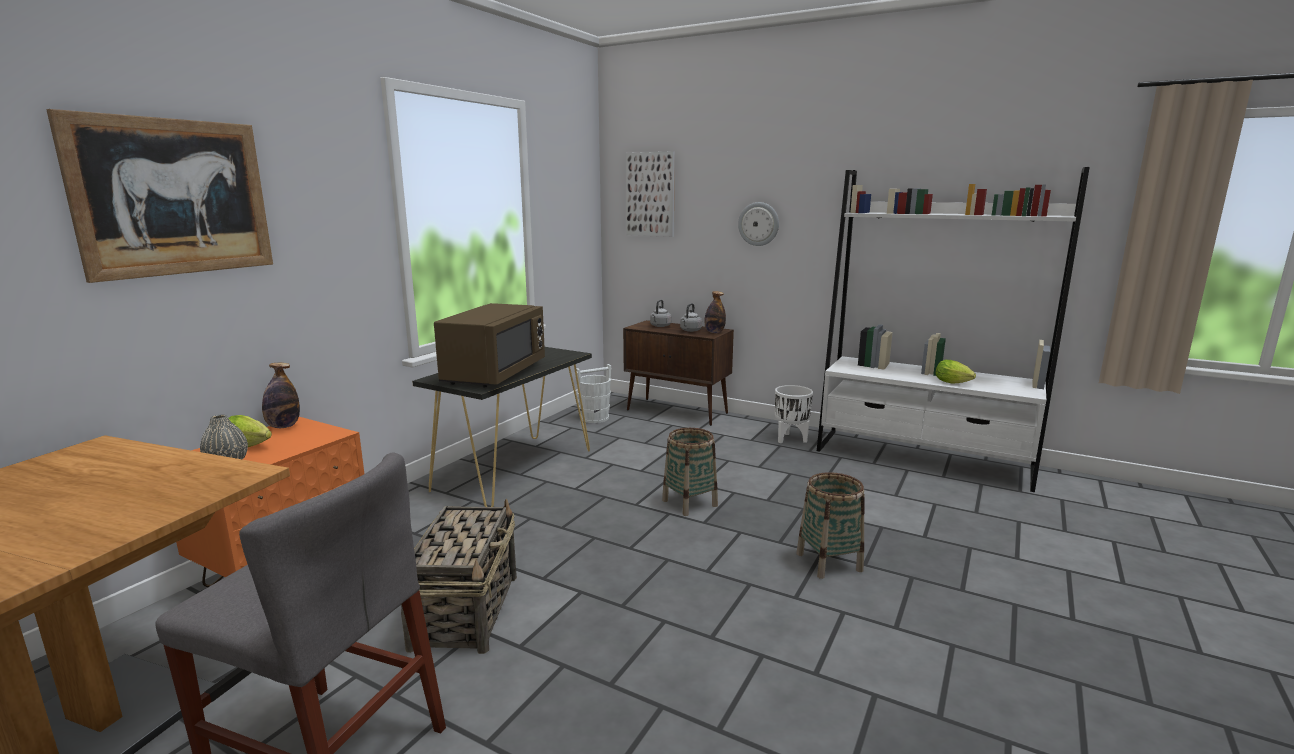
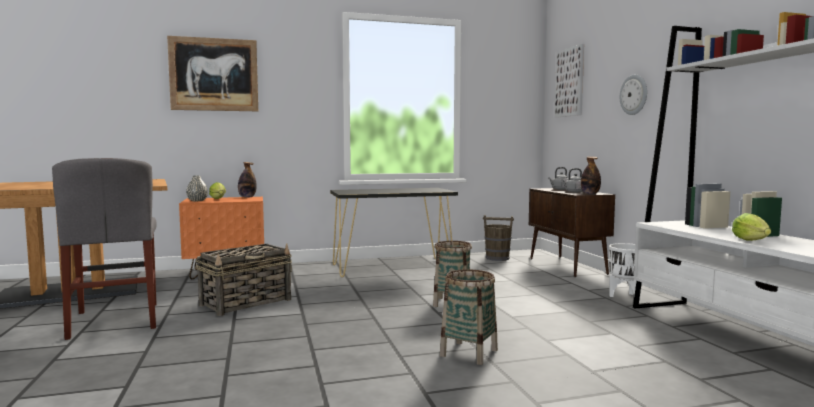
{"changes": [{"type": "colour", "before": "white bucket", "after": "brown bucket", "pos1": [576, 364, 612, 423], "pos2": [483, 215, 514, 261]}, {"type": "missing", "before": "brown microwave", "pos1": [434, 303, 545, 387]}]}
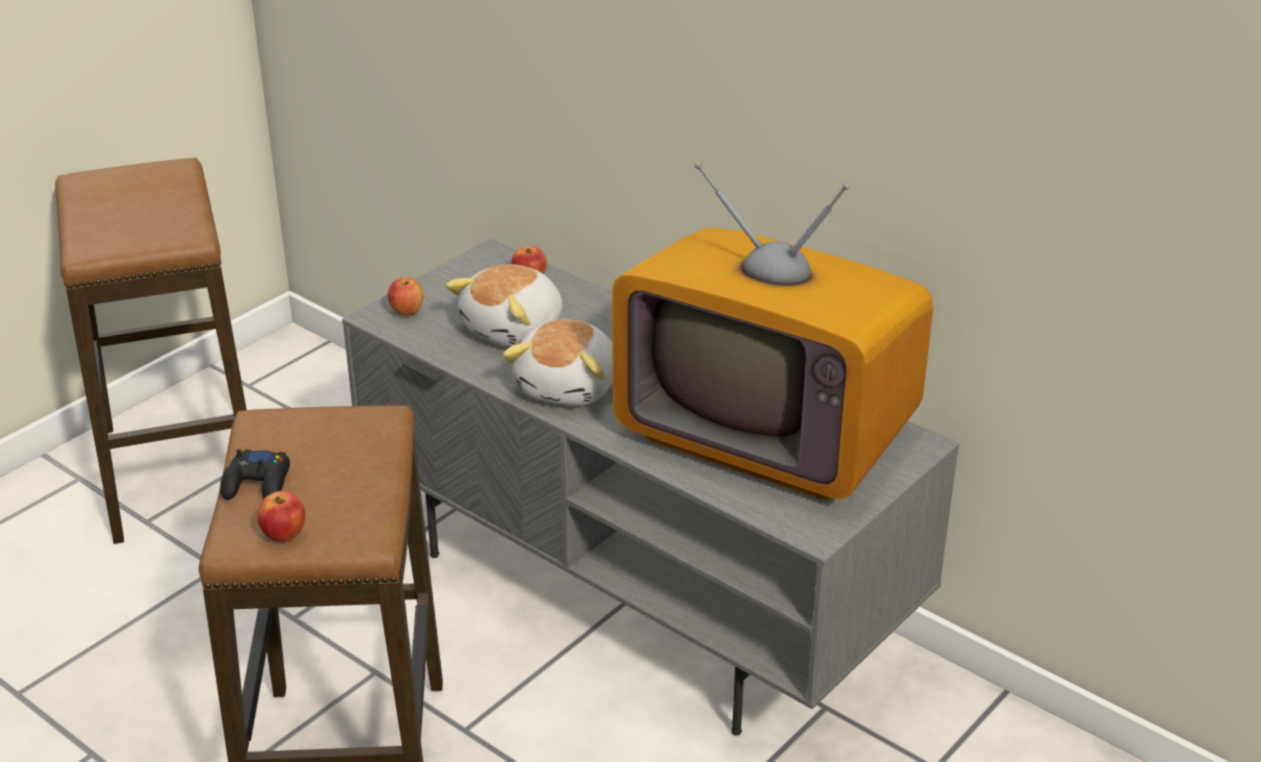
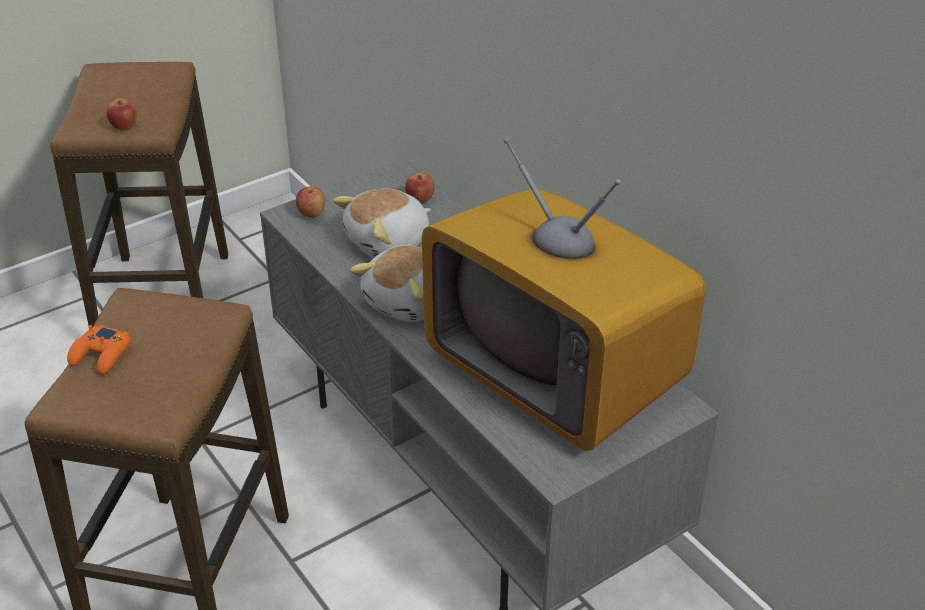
{"changes": [{"type": "colour", "before": "black game controller", "after": "orange game controller", "pos1": [220, 449, 290, 500], "pos2": [67, 325, 131, 375]}, {"type": "relocated", "before": "apple", "pos1": [257, 491, 306, 542], "pos2": [107, 98, 137, 130]}]}
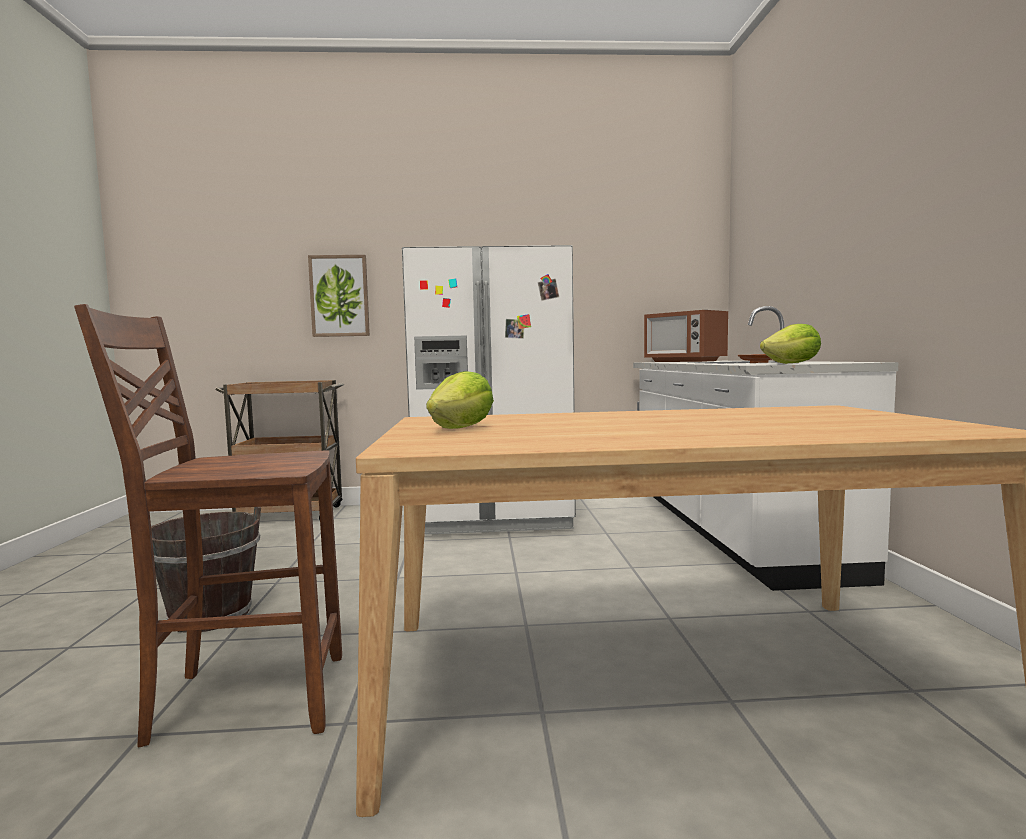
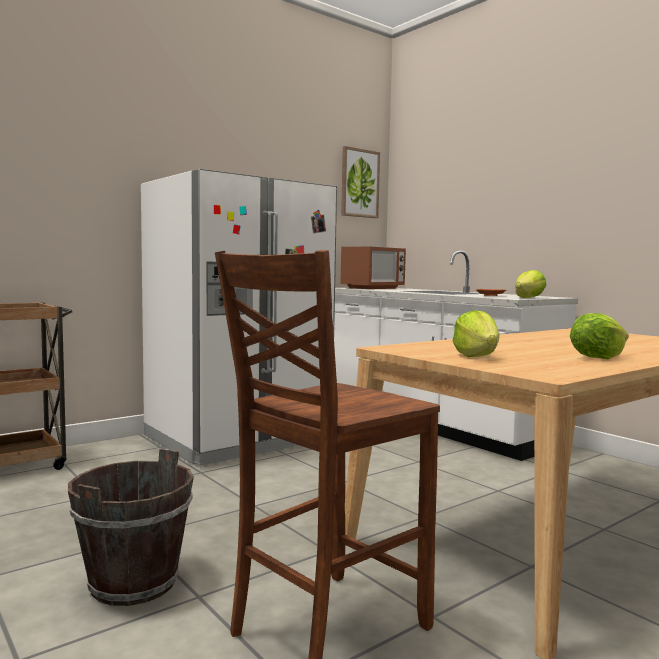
{"changes": [{"type": "spun", "before": "microwave", "pos1": [644, 310, 728, 362], "pos2": [340, 247, 406, 289], "turn": -60}, {"type": "relocated", "before": "picture", "pos1": [308, 255, 370, 337], "pos2": [341, 146, 380, 218]}, {"type": "appeared", "after": "lettuce", "pos2": [570, 313, 629, 359]}]}
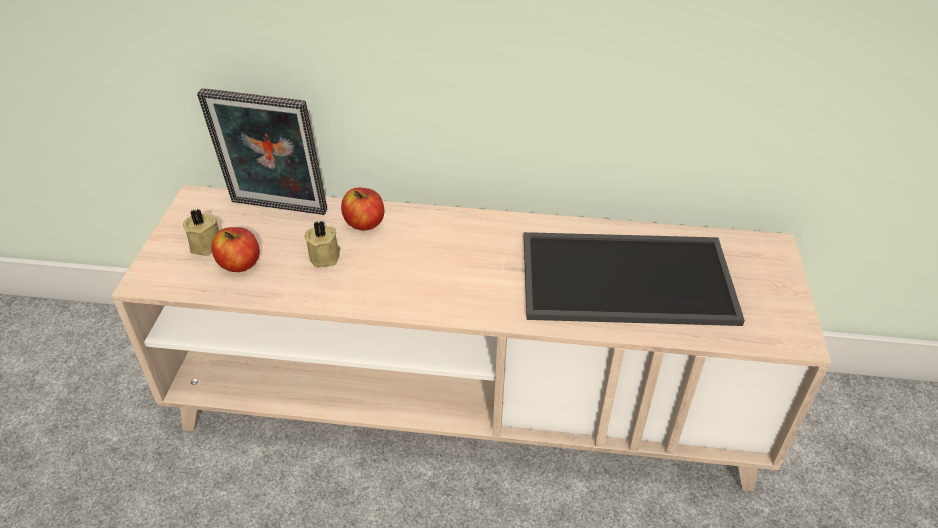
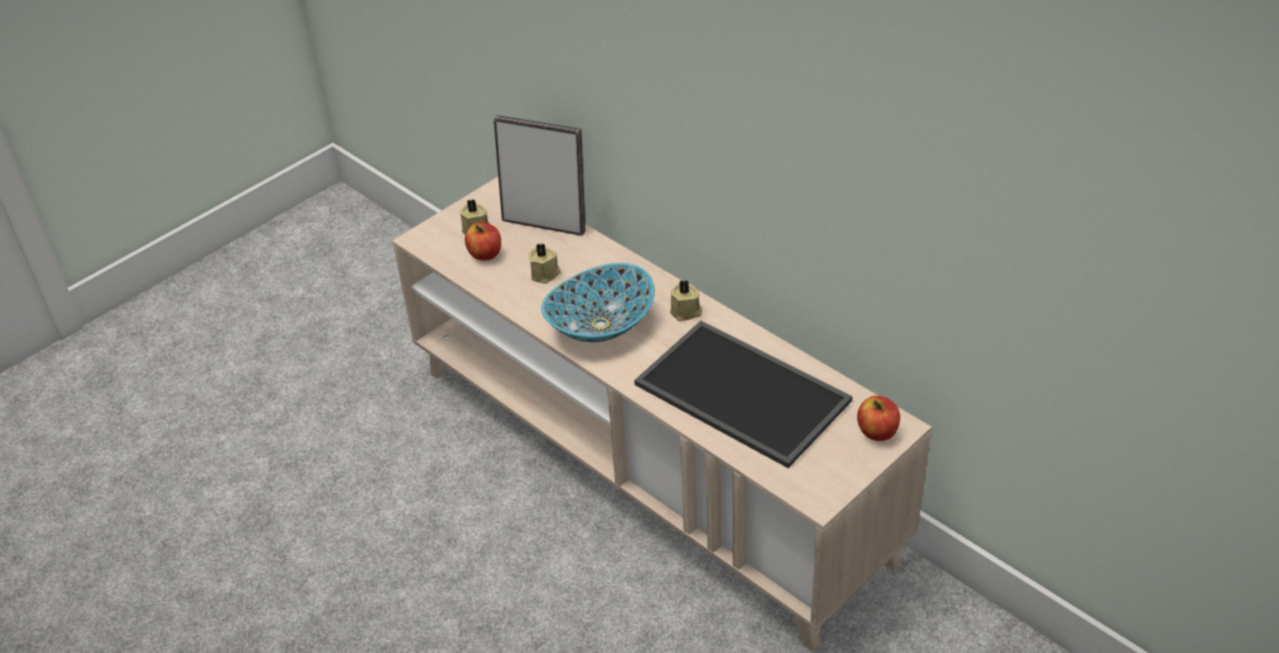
{"changes": [{"type": "spun", "before": "picture frame", "pos1": [197, 88, 327, 215], "pos2": [494, 115, 586, 236], "turn": 150}, {"type": "appeared", "after": "bowl", "pos2": [541, 263, 655, 342]}, {"type": "appeared", "after": "beige candle", "pos2": [670, 280, 702, 321]}, {"type": "relocated", "before": "apple", "pos1": [341, 188, 384, 231], "pos2": [857, 396, 900, 441]}]}
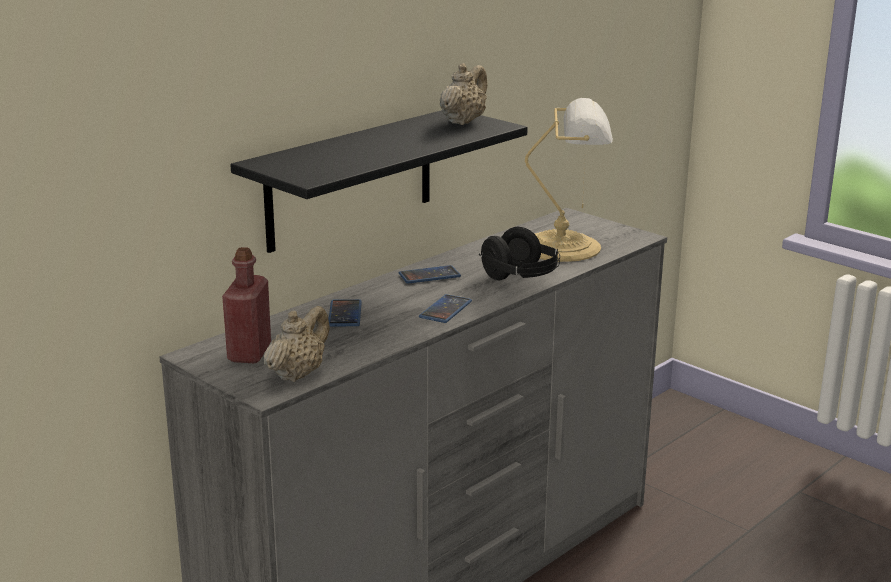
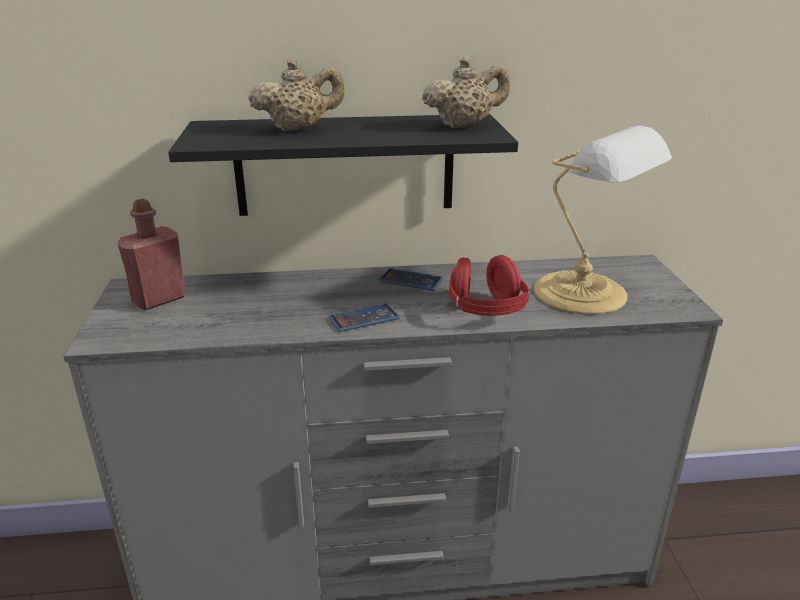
{"changes": [{"type": "relocated", "before": "beige teapot", "pos1": [264, 306, 330, 382], "pos2": [248, 59, 344, 131]}, {"type": "colour", "before": "black headphones", "after": "red headphones", "pos1": [479, 227, 560, 281], "pos2": [449, 255, 530, 316]}, {"type": "missing", "before": "phone", "pos1": [328, 299, 362, 327]}]}
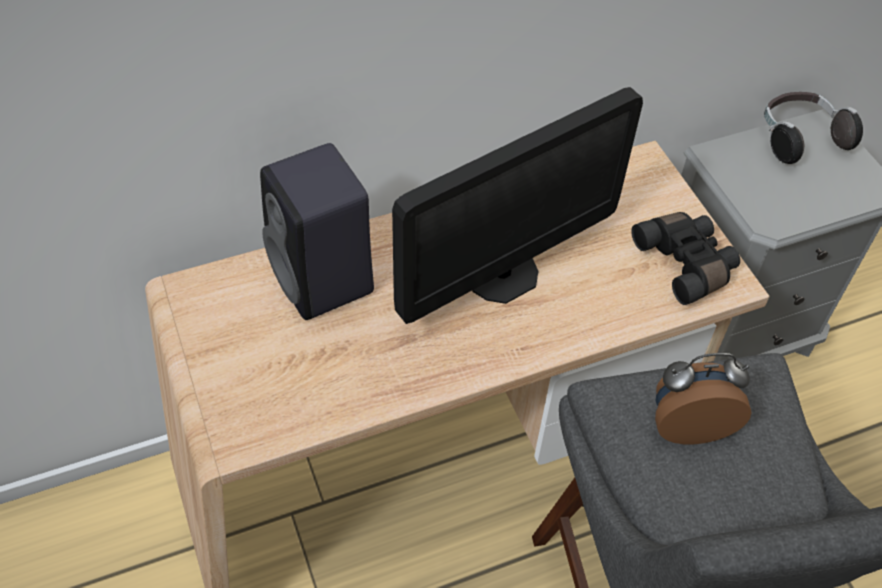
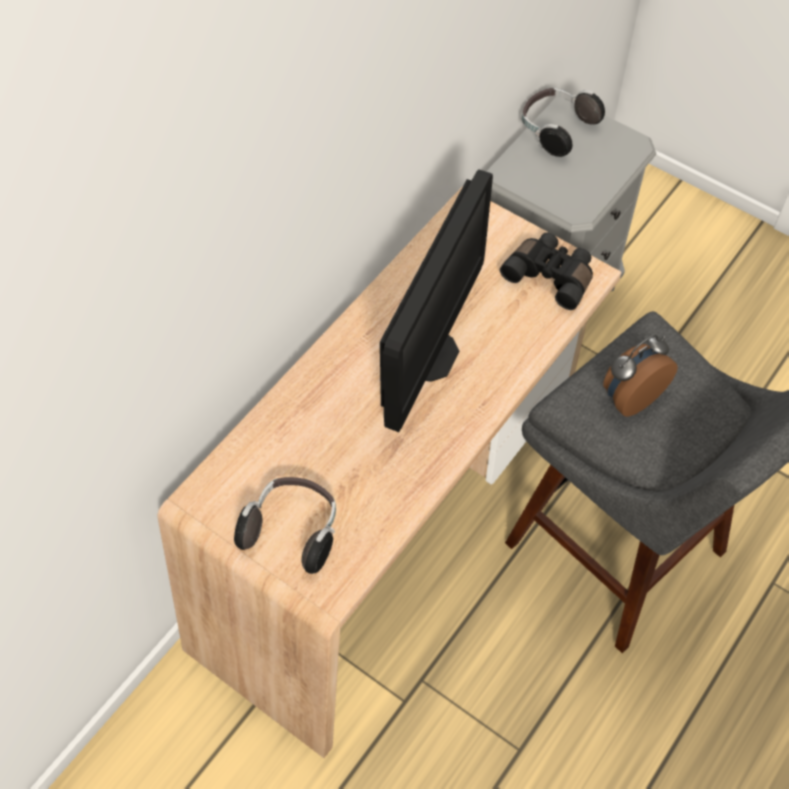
{"changes": [{"type": "appeared", "after": "headphones", "pos2": [234, 477, 336, 574]}, {"type": "missing", "before": "black speaker", "pos1": [260, 143, 374, 320]}]}
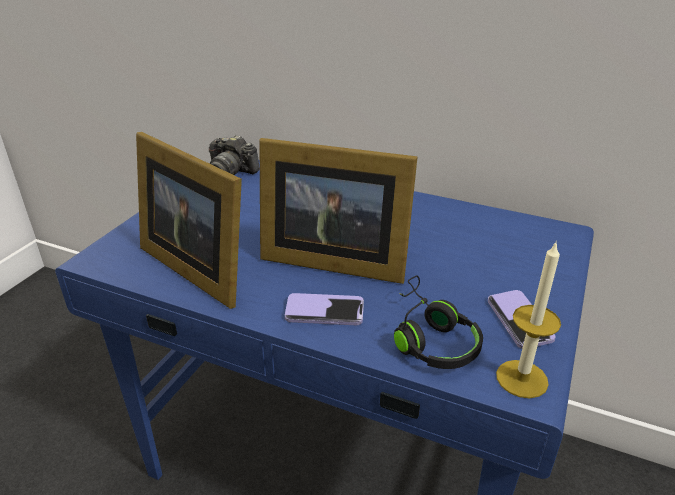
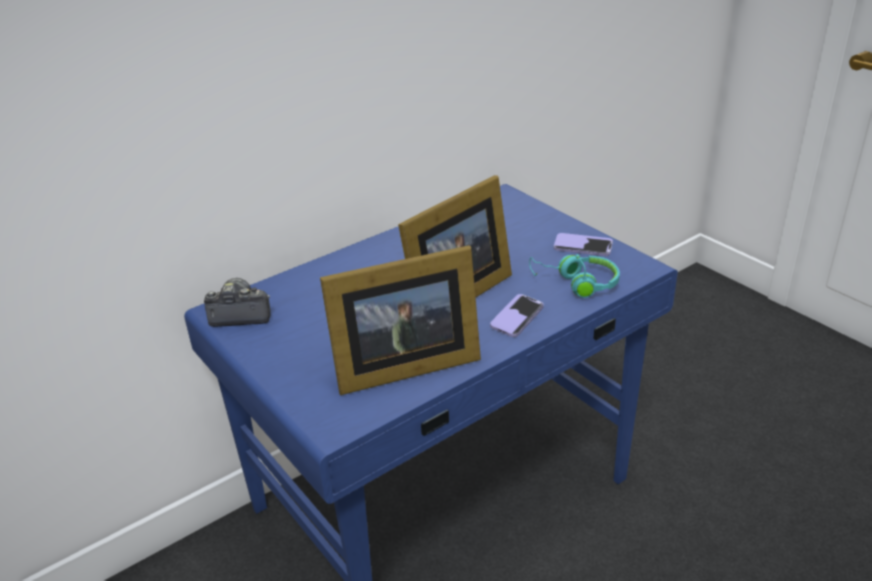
{"changes": [{"type": "spun", "before": "photo camera", "pos1": [209, 135, 260, 175], "pos2": [204, 278, 271, 327], "turn": -150}, {"type": "colour", "before": "black headphones", "after": "turquoise headphones", "pos1": [394, 276, 483, 369], "pos2": [529, 254, 620, 298]}, {"type": "missing", "before": "candle", "pos1": [496, 243, 561, 399]}]}
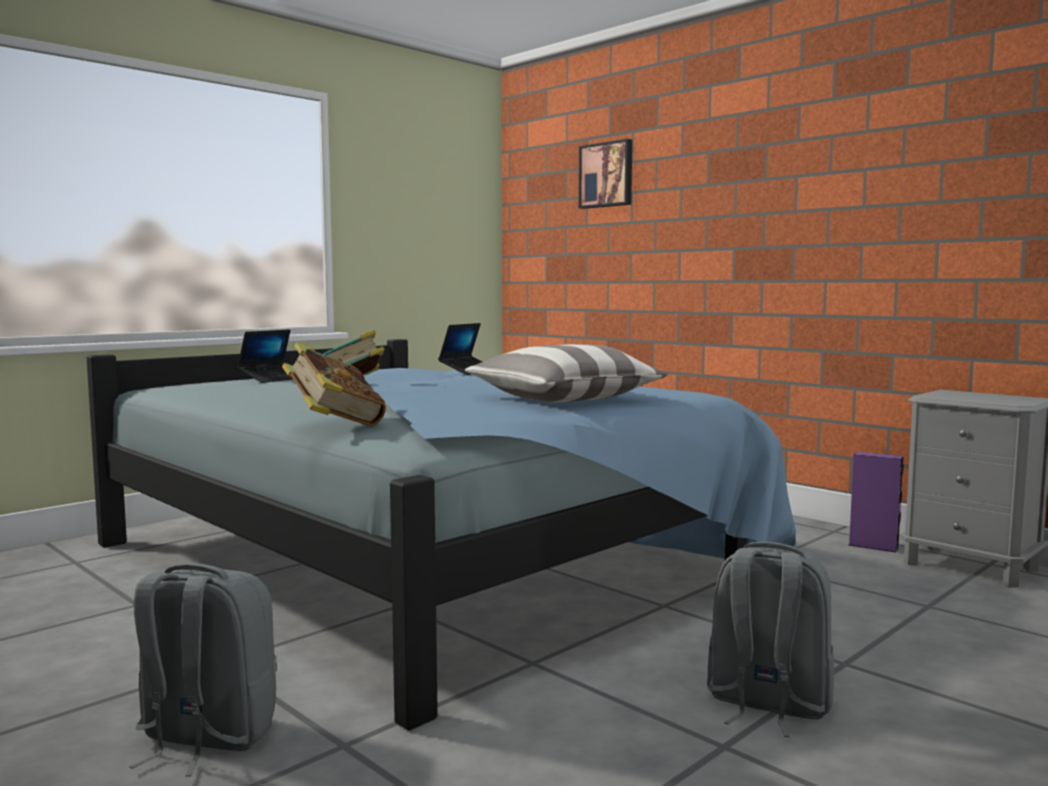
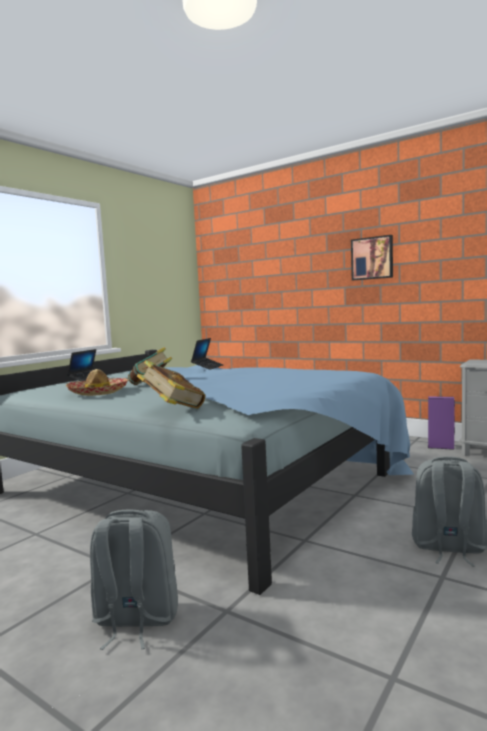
{"changes": [{"type": "appeared", "after": "hat", "pos2": [66, 369, 129, 396]}, {"type": "relocated", "before": "picture", "pos1": [579, 139, 632, 209], "pos2": [351, 235, 393, 280]}, {"type": "missing", "before": "pillow", "pos1": [465, 344, 668, 403]}]}
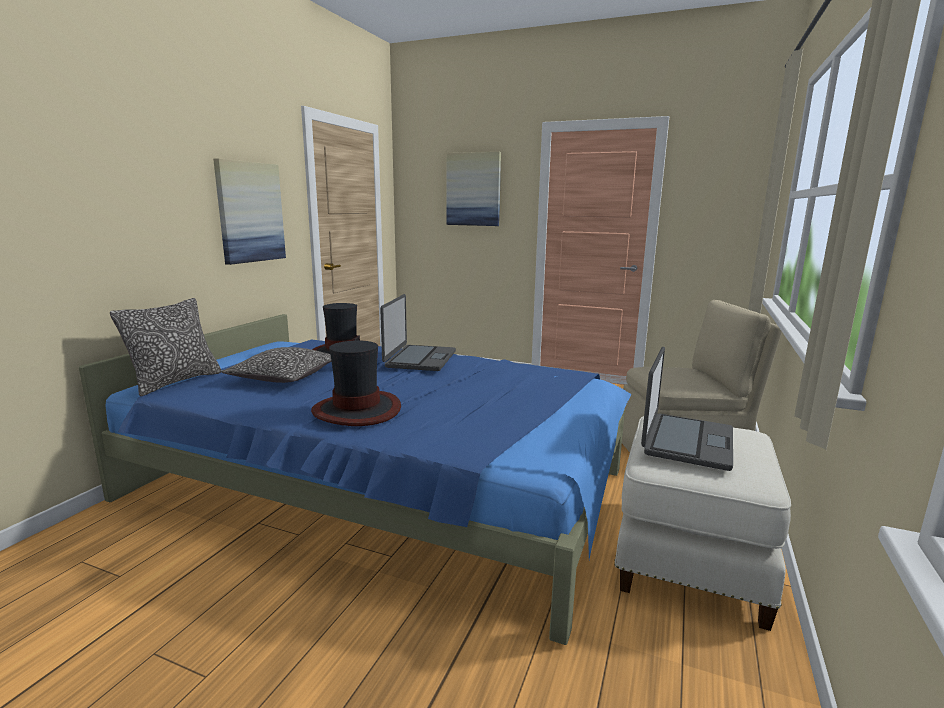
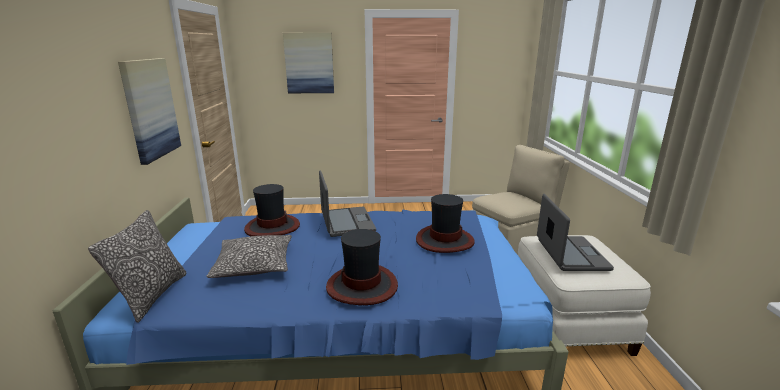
{"changes": [{"type": "appeared", "after": "hat", "pos2": [416, 194, 475, 253]}]}
